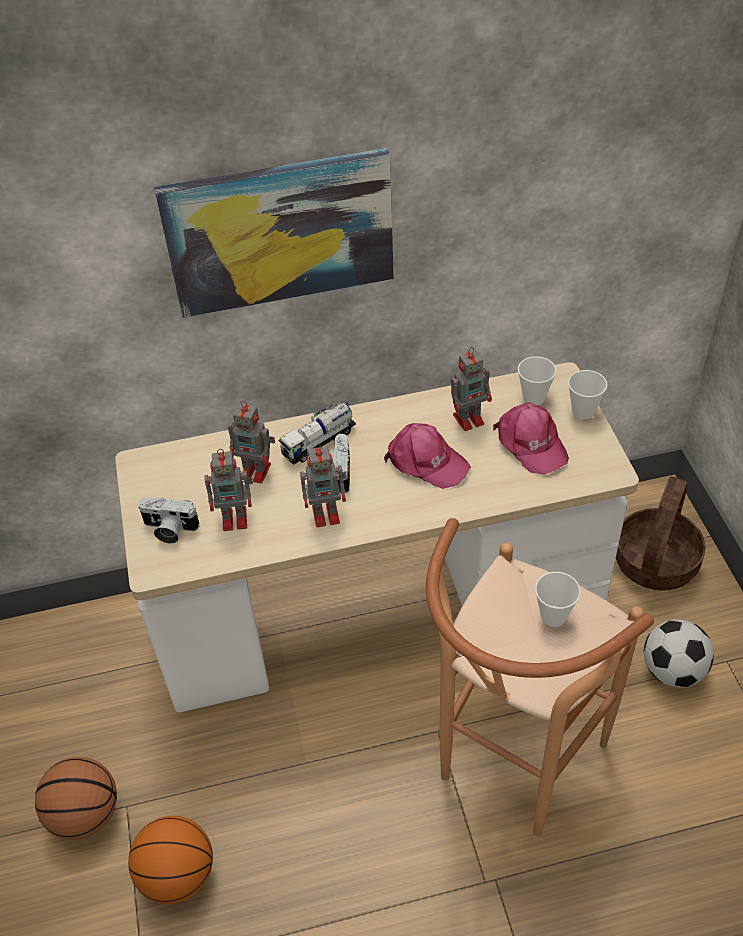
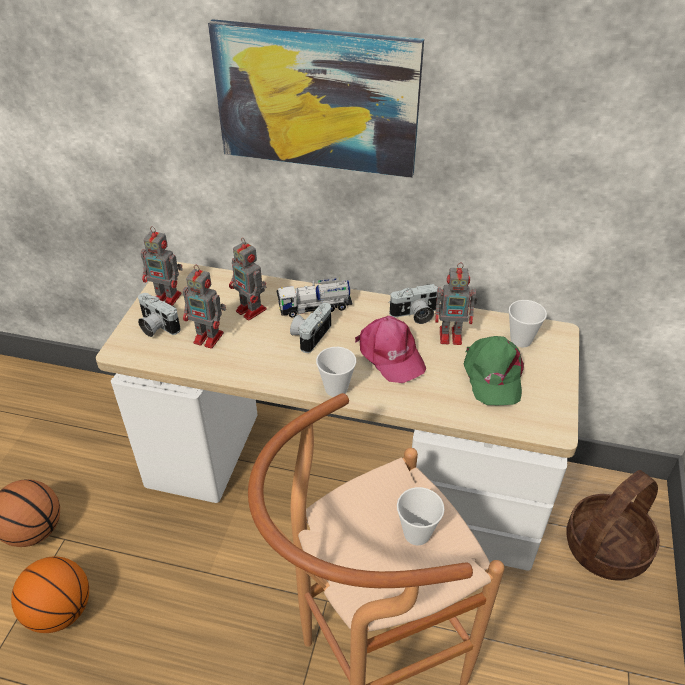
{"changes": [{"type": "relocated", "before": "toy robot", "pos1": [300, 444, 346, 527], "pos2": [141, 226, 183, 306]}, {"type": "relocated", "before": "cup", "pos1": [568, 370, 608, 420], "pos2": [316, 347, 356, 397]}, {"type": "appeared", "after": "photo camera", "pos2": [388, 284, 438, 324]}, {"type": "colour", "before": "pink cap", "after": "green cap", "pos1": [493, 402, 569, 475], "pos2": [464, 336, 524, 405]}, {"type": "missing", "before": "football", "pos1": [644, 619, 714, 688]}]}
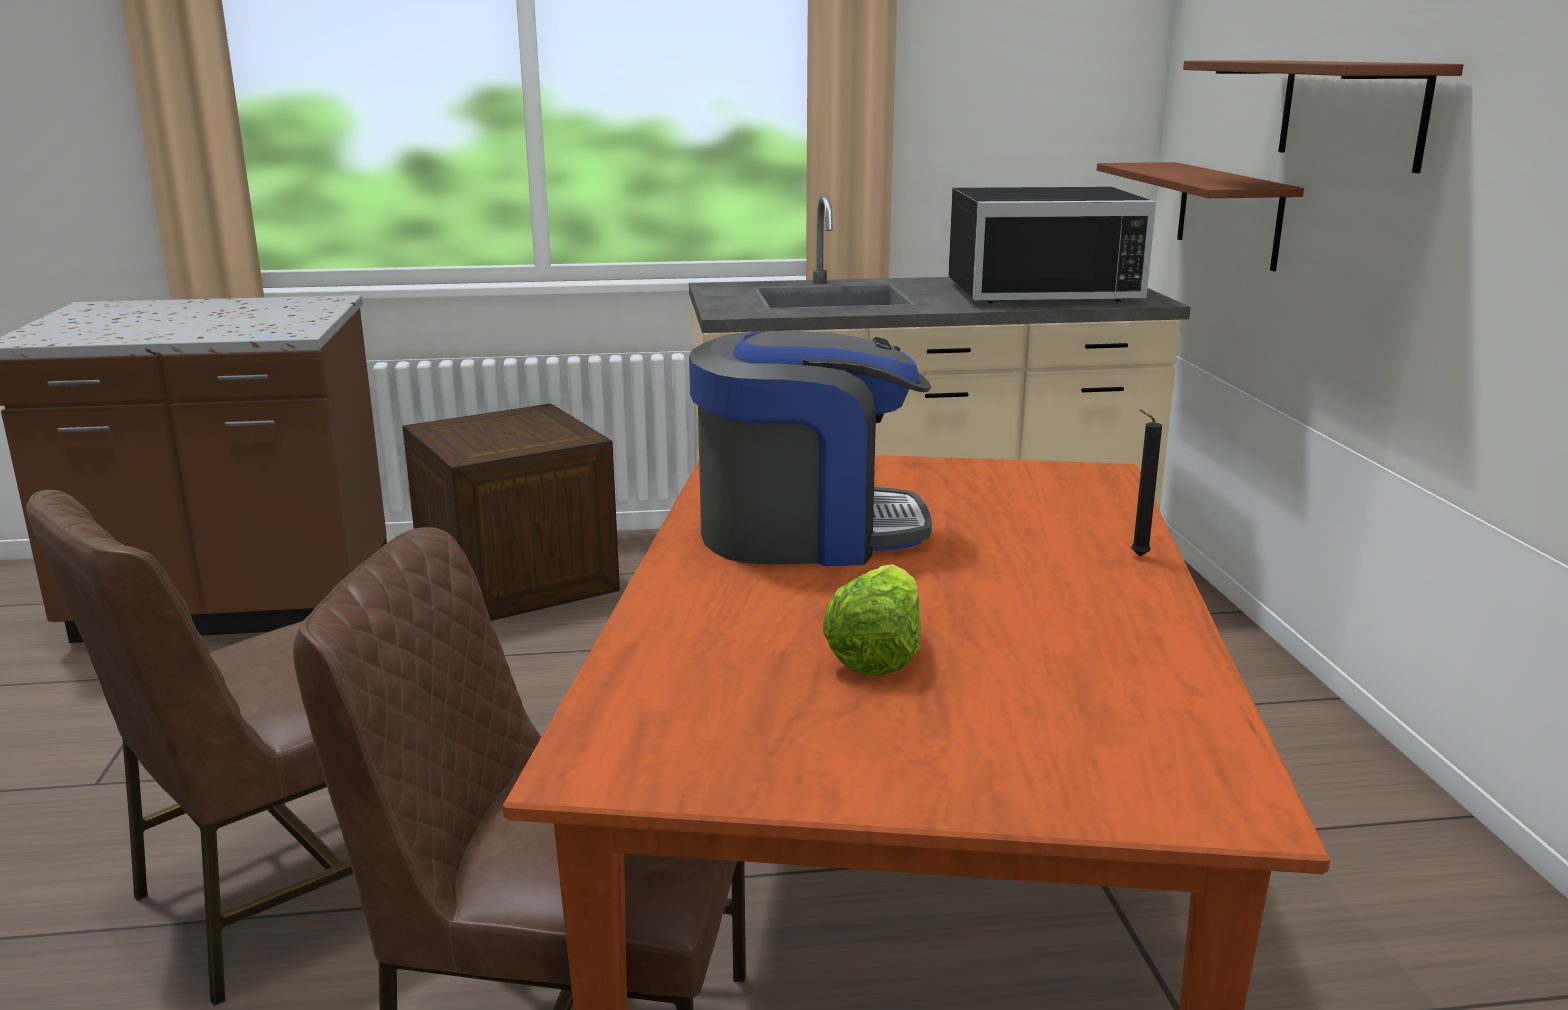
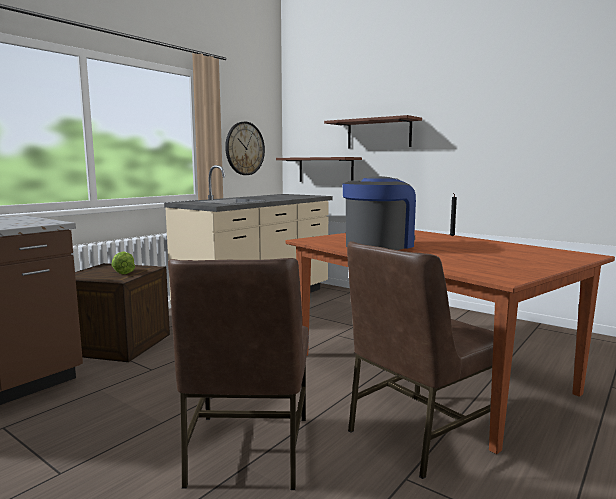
{"changes": [{"type": "relocated", "before": "lettuce", "pos1": [823, 564, 921, 675], "pos2": [111, 251, 135, 274]}, {"type": "appeared", "after": "wall clock", "pos2": [225, 122, 265, 175]}, {"type": "missing", "before": "black microwave", "pos1": [948, 187, 1156, 303]}]}
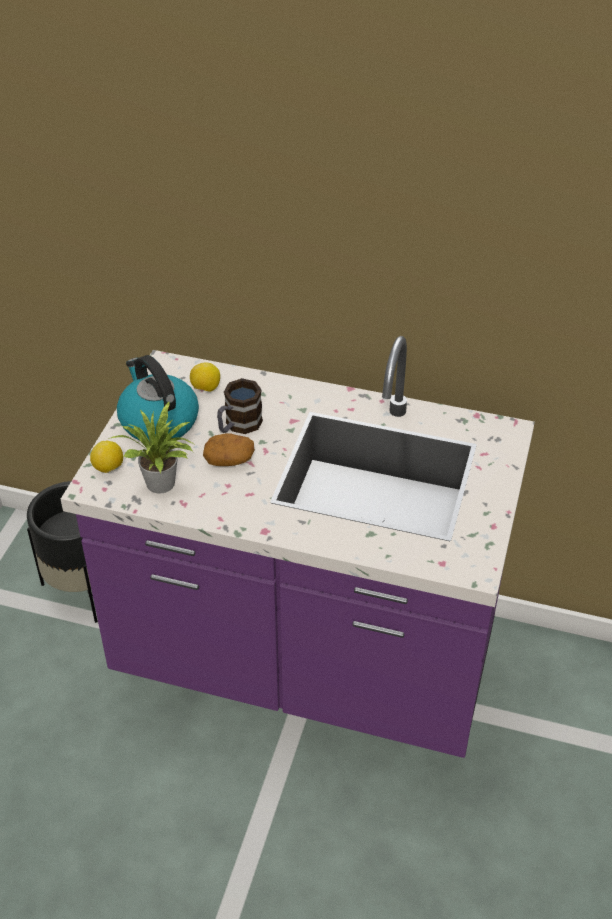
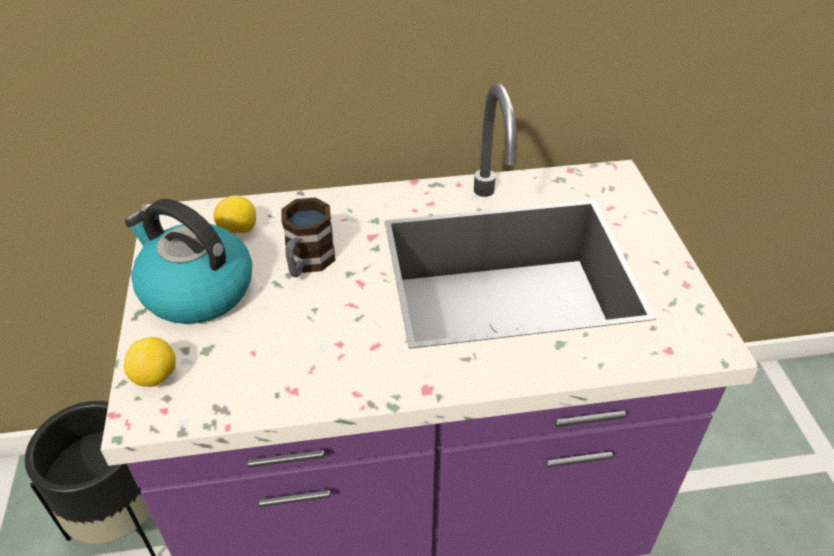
{"changes": [{"type": "missing", "before": "potted plant", "pos1": [109, 400, 196, 494]}, {"type": "missing", "before": "potato", "pos1": [203, 433, 255, 466]}]}
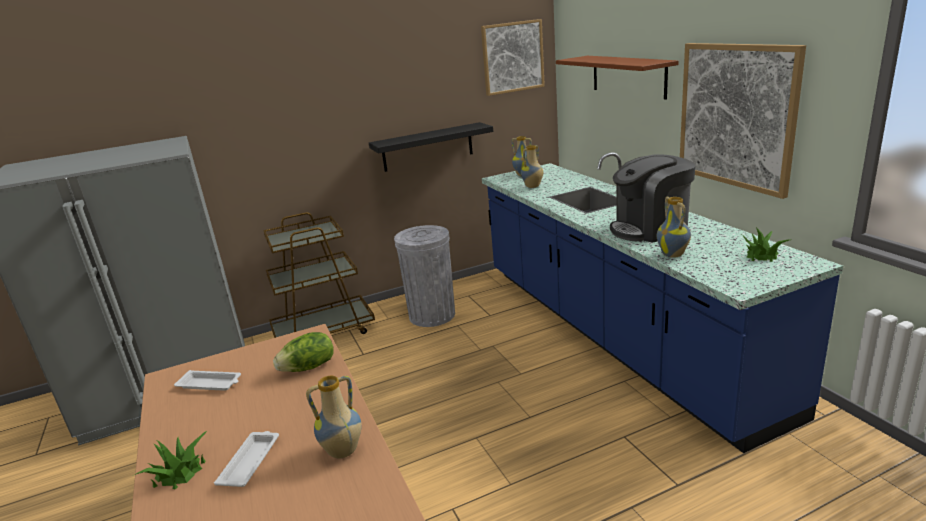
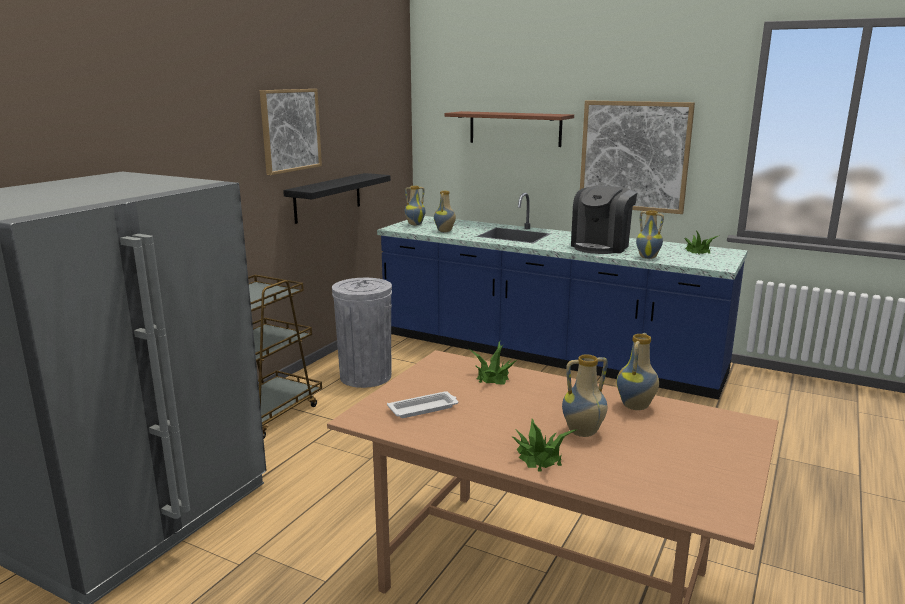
{"changes": [{"type": "relocated", "before": "picture", "pos1": [481, 19, 545, 96], "pos2": [260, 89, 322, 175]}, {"type": "exchanged", "before": "lettuce", "after": "potted plant", "pos1": [273, 332, 334, 372], "pos2": [469, 341, 517, 385]}, {"type": "exchanged", "before": "white tray", "after": "vase", "pos1": [214, 431, 279, 487], "pos2": [562, 354, 608, 437]}]}
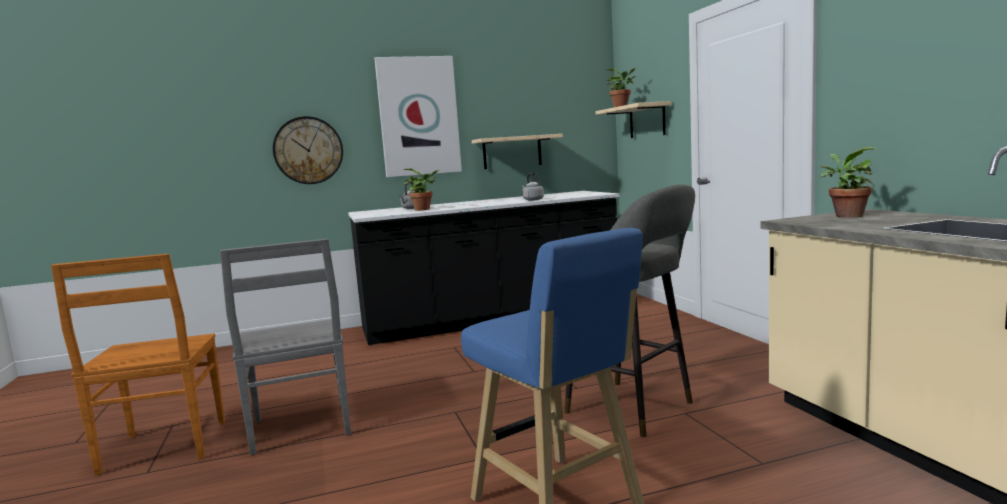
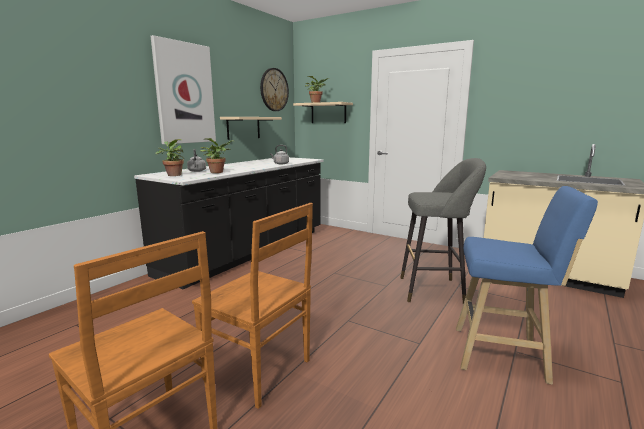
{"changes": [{"type": "relocated", "before": "potted plant", "pos1": [820, 147, 876, 218], "pos2": [155, 139, 184, 176]}, {"type": "colour", "before": "grey chair", "after": "brown chair", "pos1": [220, 239, 351, 455], "pos2": [192, 203, 313, 409]}, {"type": "relocated", "before": "wall clock", "pos1": [273, 116, 343, 184], "pos2": [260, 68, 289, 111]}]}
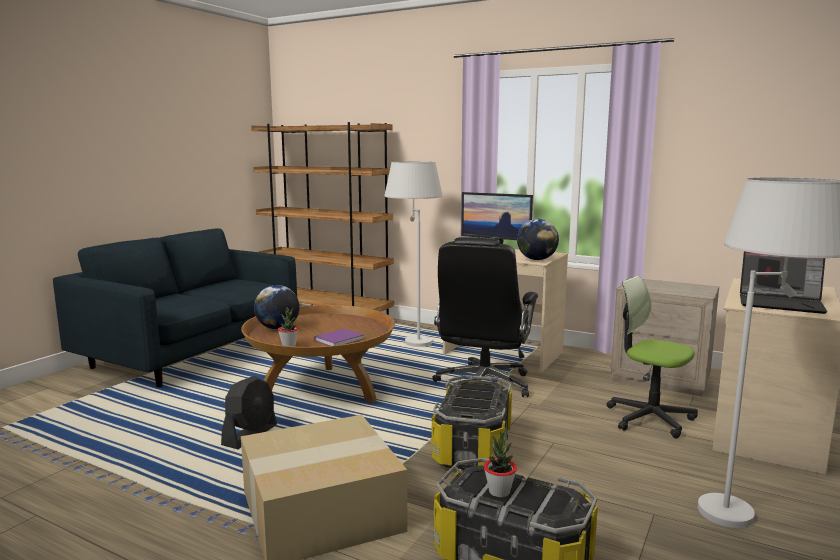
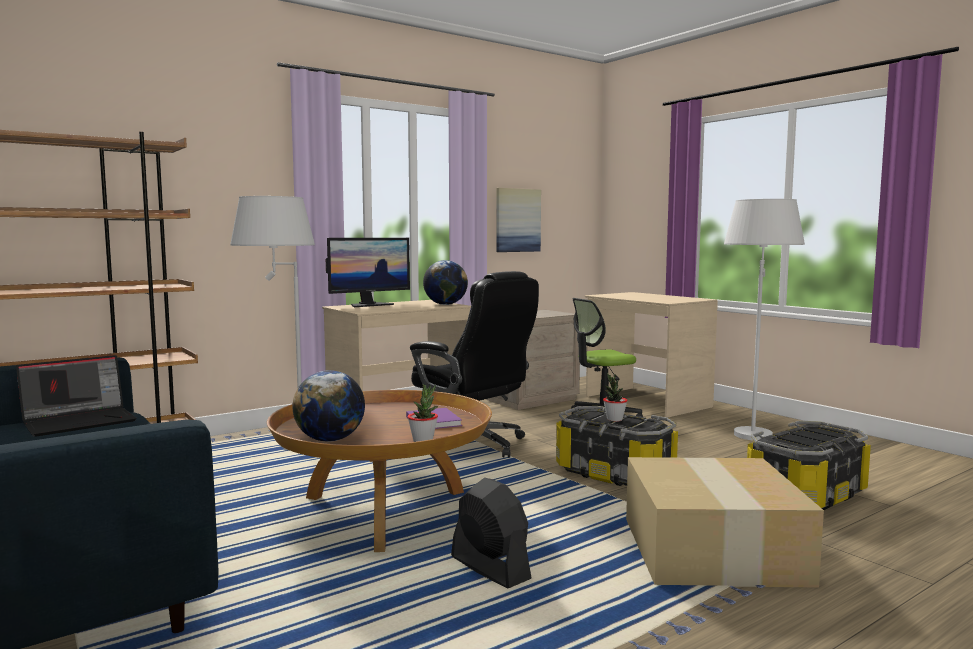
{"changes": [{"type": "relocated", "before": "laptop", "pos1": [740, 251, 828, 314], "pos2": [16, 355, 137, 437]}, {"type": "appeared", "after": "picture", "pos2": [496, 188, 541, 252]}, {"type": "relocated", "before": "potted plant", "pos1": [484, 428, 517, 497], "pos2": [603, 373, 628, 422]}]}
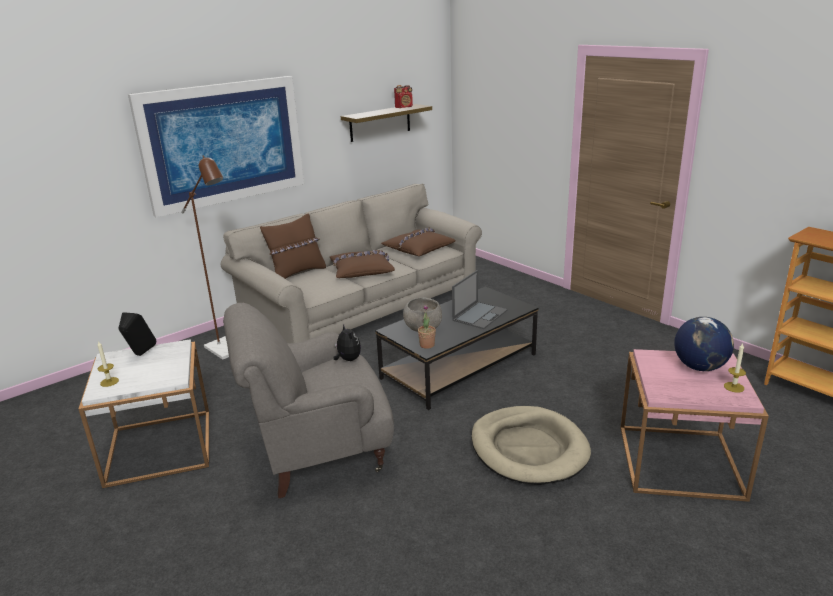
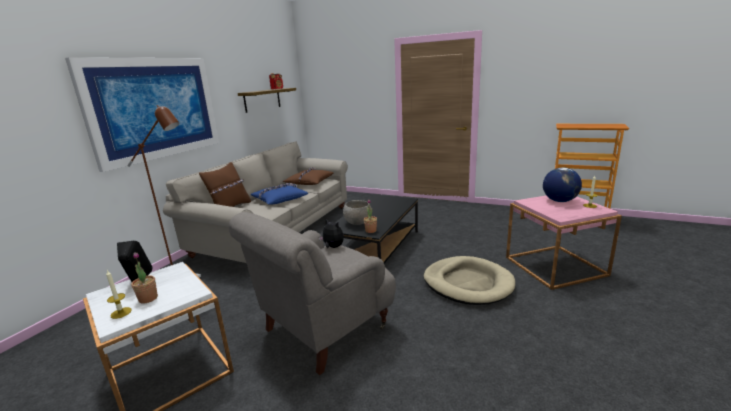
{"changes": [{"type": "appeared", "after": "potted plant", "pos2": [131, 252, 158, 303]}, {"type": "colour", "before": "brown pillow", "after": "blue pillow", "pos1": [330, 250, 395, 278], "pos2": [251, 183, 308, 205]}, {"type": "missing", "before": "laptop", "pos1": [452, 270, 507, 329]}]}
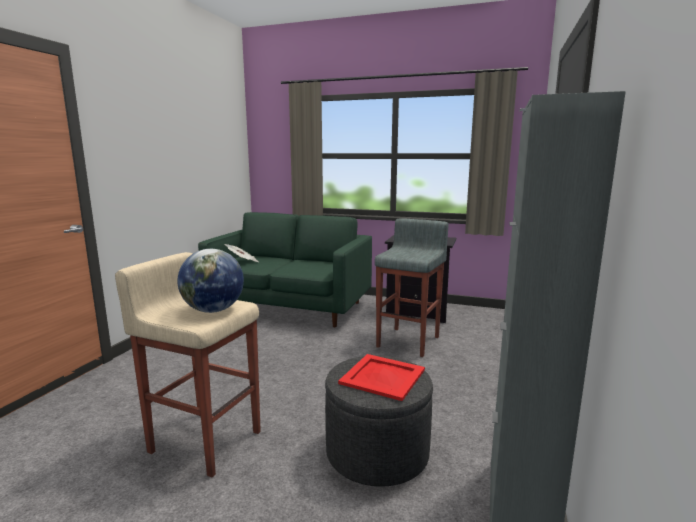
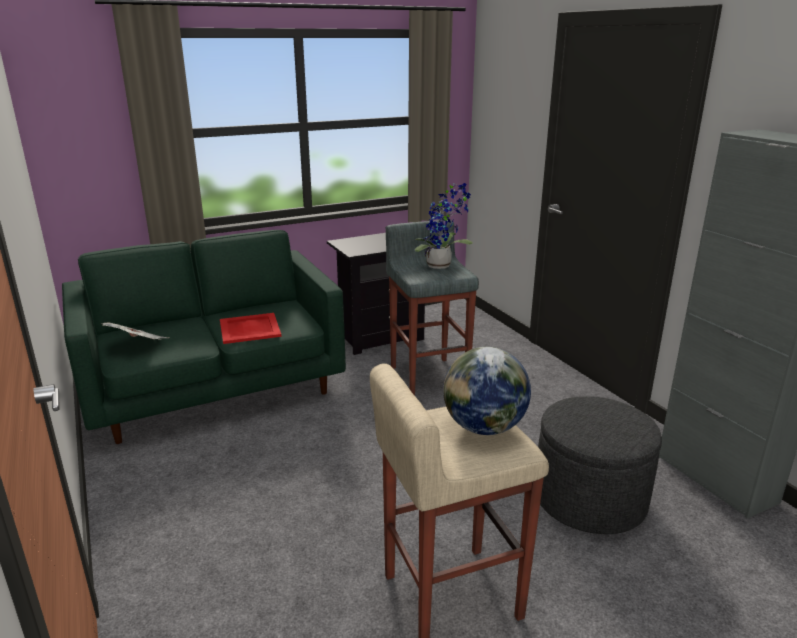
{"changes": [{"type": "relocated", "before": "red tray", "pos1": [338, 354, 425, 401], "pos2": [220, 313, 282, 344]}, {"type": "appeared", "after": "potted plant", "pos2": [411, 183, 473, 269]}]}
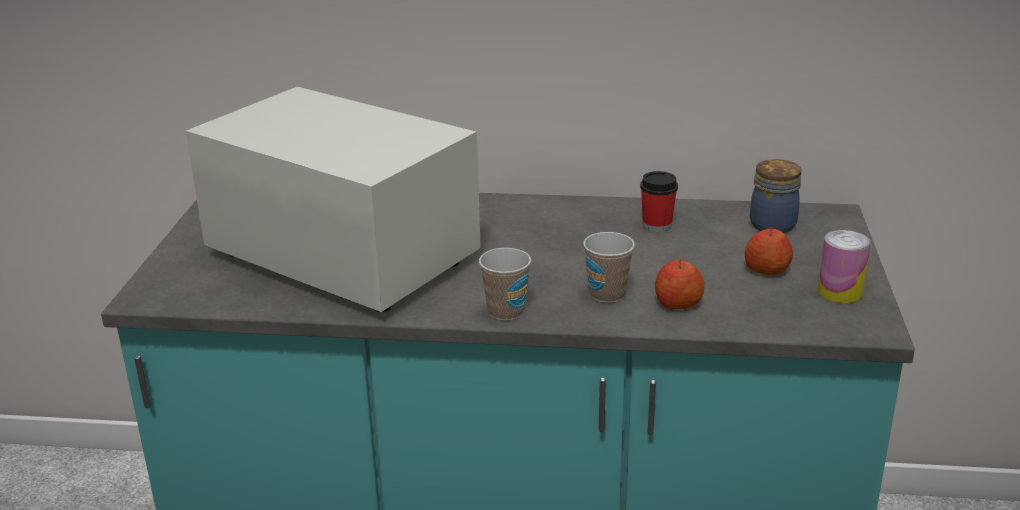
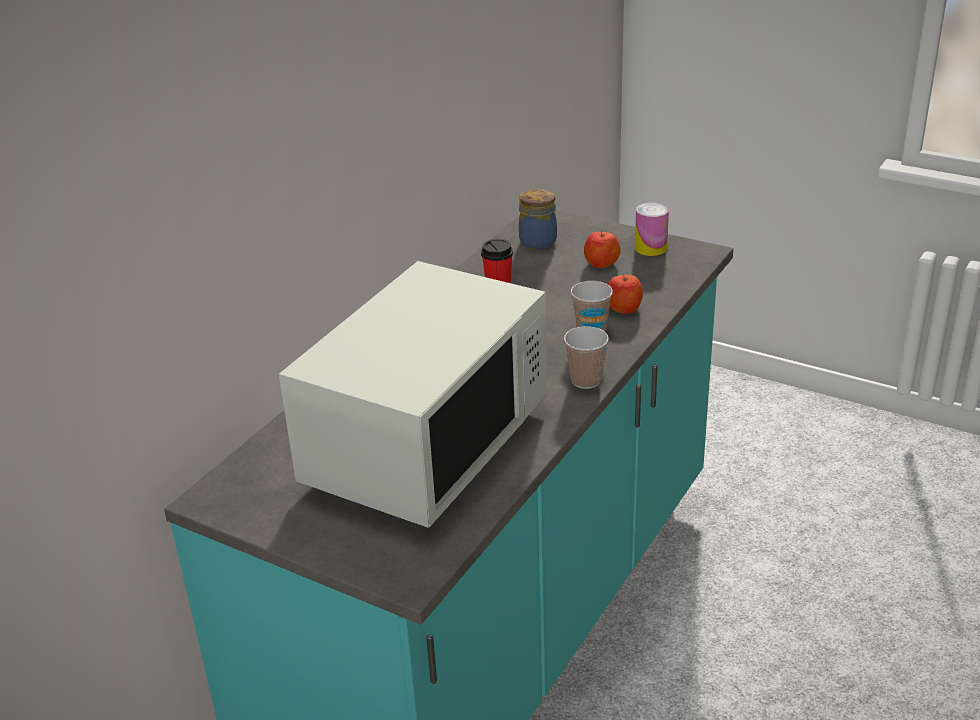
{"changes": [{"type": "spun", "before": "white microwave", "pos1": [186, 87, 481, 312], "pos2": [279, 261, 547, 528], "turn": 150}]}
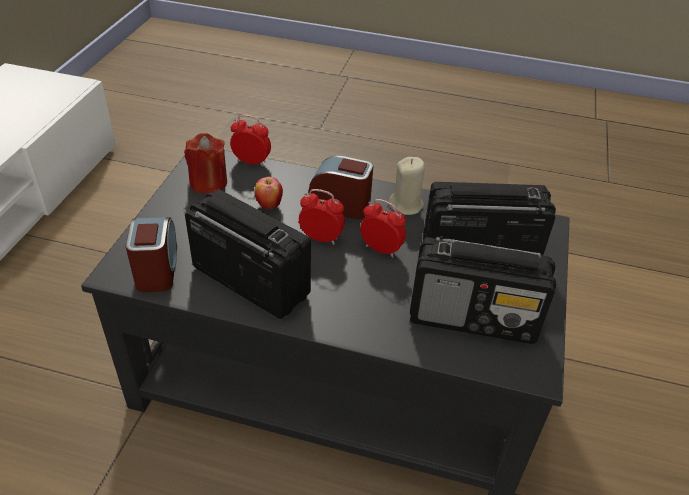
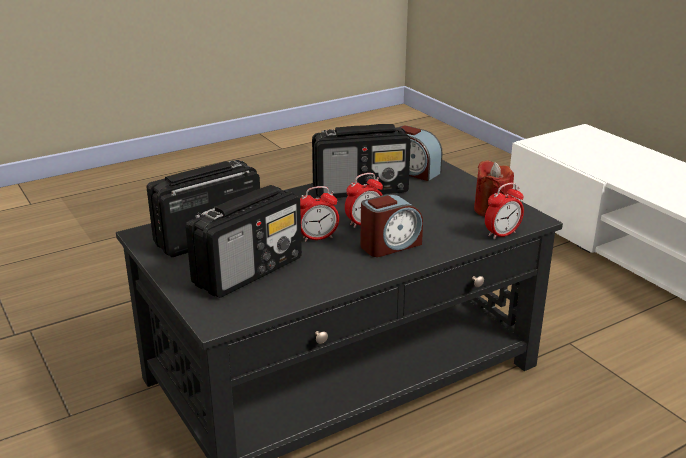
{"changes": [{"type": "missing", "before": "apple", "pos1": [254, 177, 283, 209]}, {"type": "missing", "before": "beige candle", "pos1": [389, 157, 425, 215]}]}
